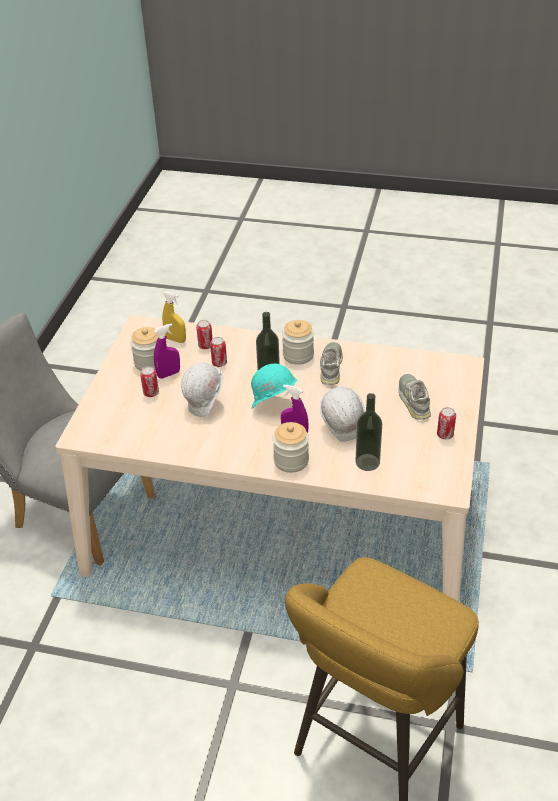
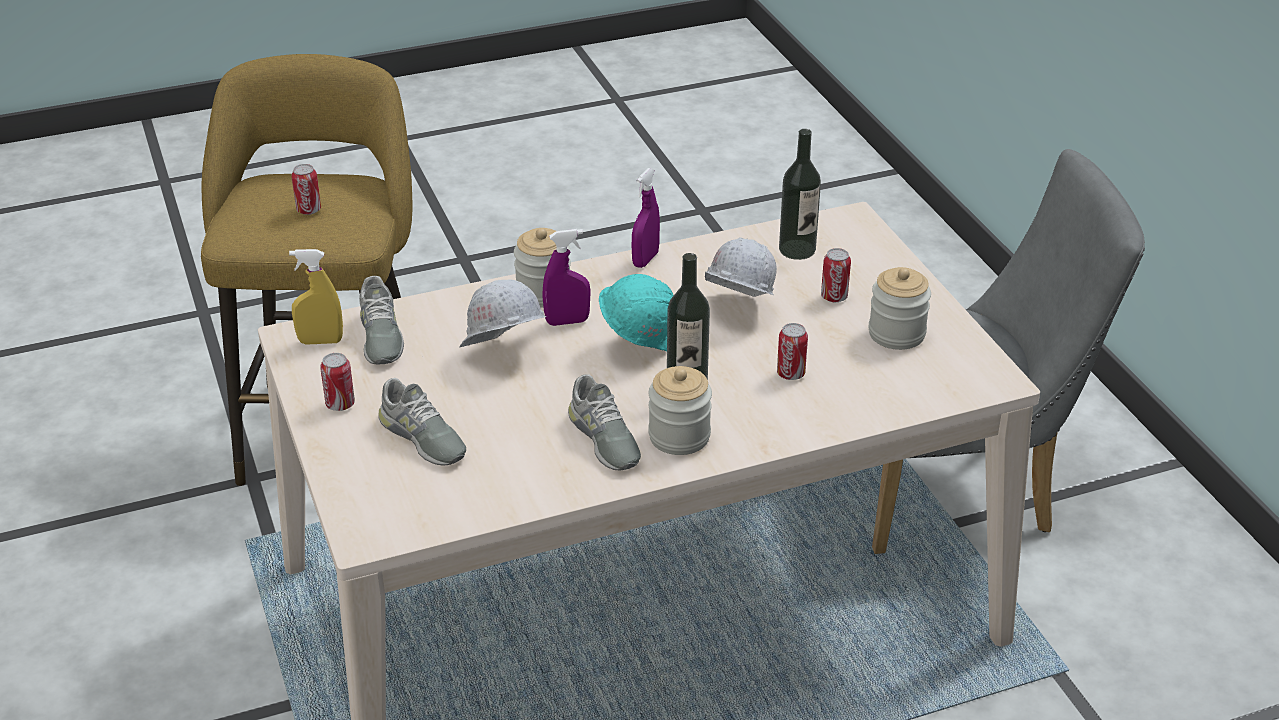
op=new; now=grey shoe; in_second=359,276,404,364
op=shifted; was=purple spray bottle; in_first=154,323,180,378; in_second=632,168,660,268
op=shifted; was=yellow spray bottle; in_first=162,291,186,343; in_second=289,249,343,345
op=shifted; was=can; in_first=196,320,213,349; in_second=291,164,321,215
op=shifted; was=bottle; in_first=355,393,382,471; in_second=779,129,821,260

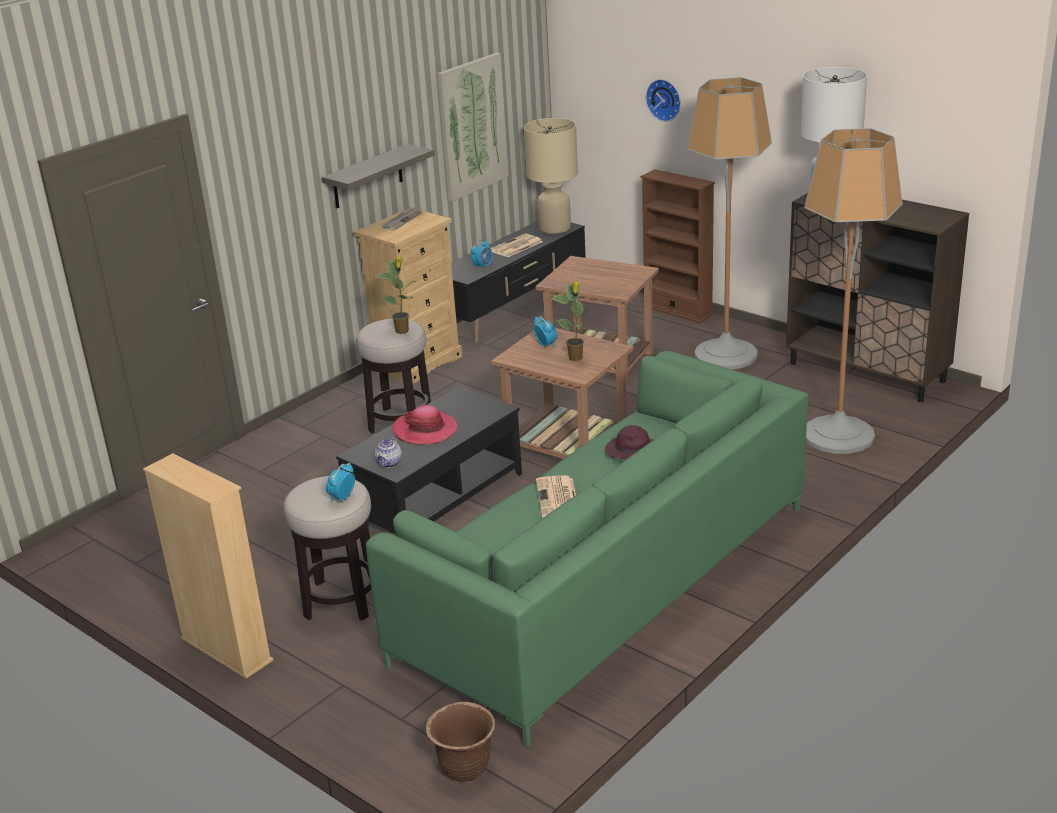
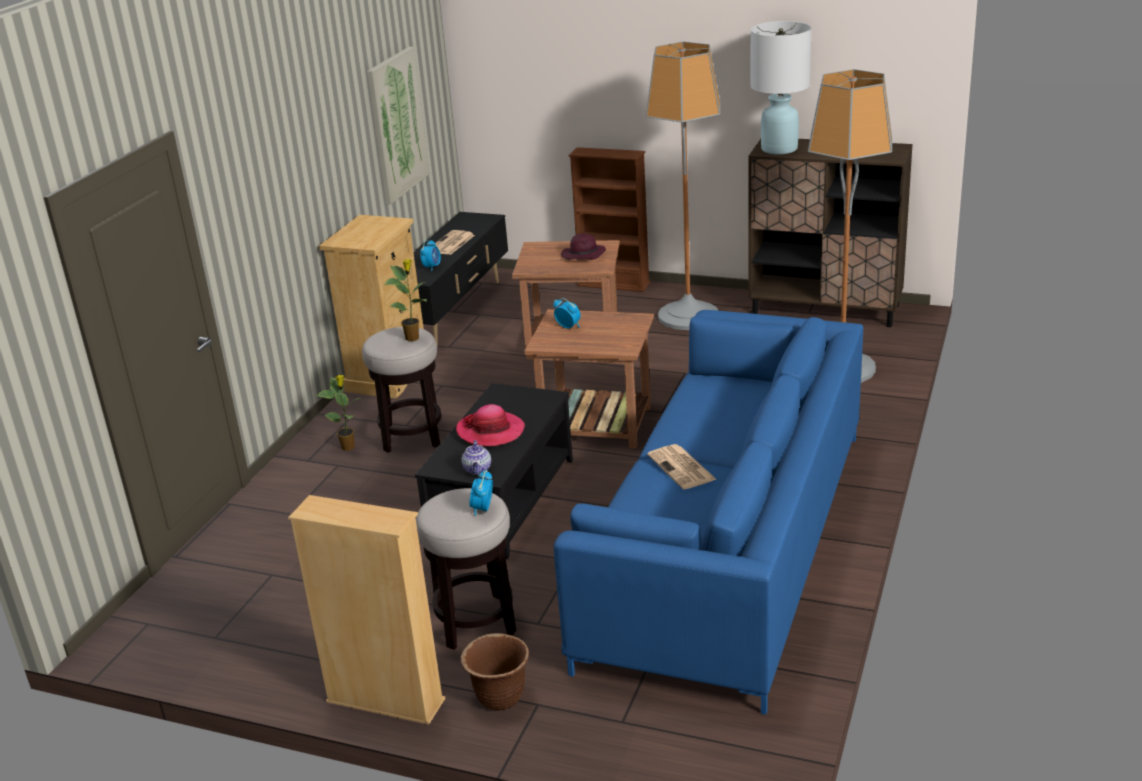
op=gone; was=shelf; in_first=322,144,435,208
op=gone; was=newspaper; in_first=380,206,422,231
op=gone; was=beige table lamp; in_first=524,118,578,234
op=gone; was=wall clock; in_first=646,79,681,122
op=shifted; was=brown planter; in_first=426,702,495,782; in_second=461,633,529,711
op=shifted; was=potted plant; in_first=551,281,595,361; in_second=316,375,363,451
op=shifted; was=purple hat; in_first=605,425,653,460; in_second=561,233,606,260
op=repainted; was=green sofa; now=blue sofa; in_first=366,351,808,747; in_second=554,310,863,715

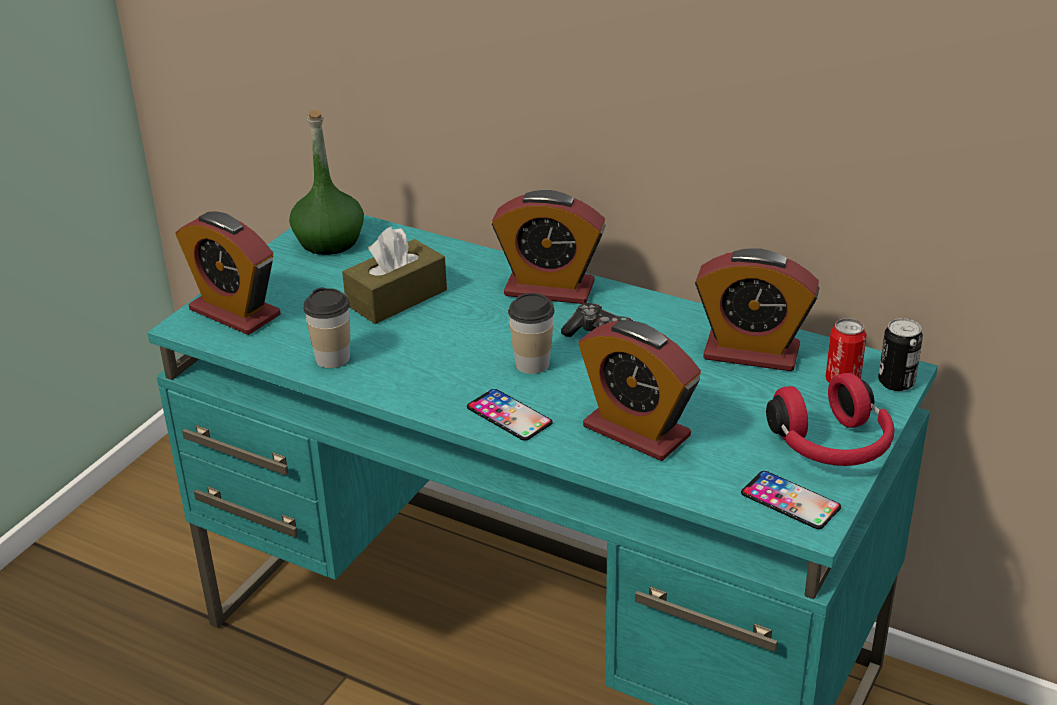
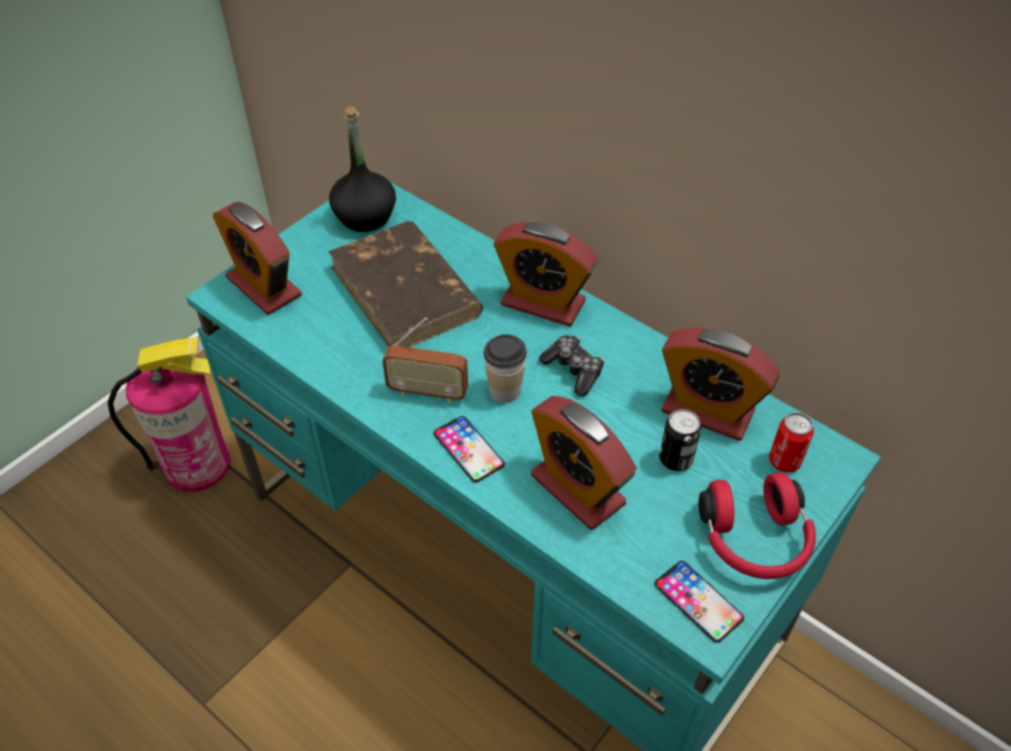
op=gone; was=cup; in_first=303,287,350,368
op=new; now=fire extinguisher; in_second=107,337,230,492
op=new; now=radio; in_second=382,317,468,403
op=shifted; was=can; in_first=878,318,923,391; in_second=659,409,701,471
op=swapped; was=brown tissue box; now=brown book; in_first=342,227,447,324; in_second=328,221,483,347
op=repainted; was=green bottle; now=black bottle; in_first=289,110,364,255; in_second=329,106,396,232

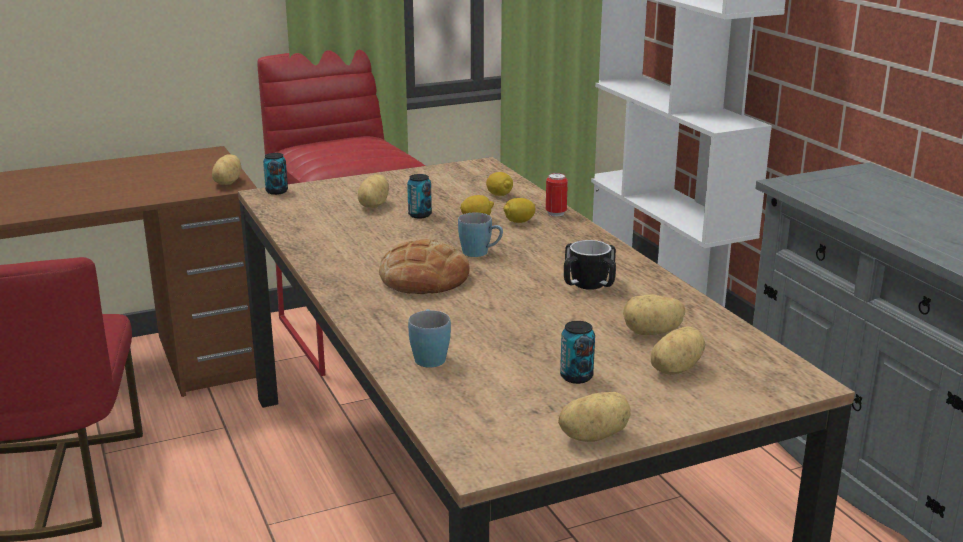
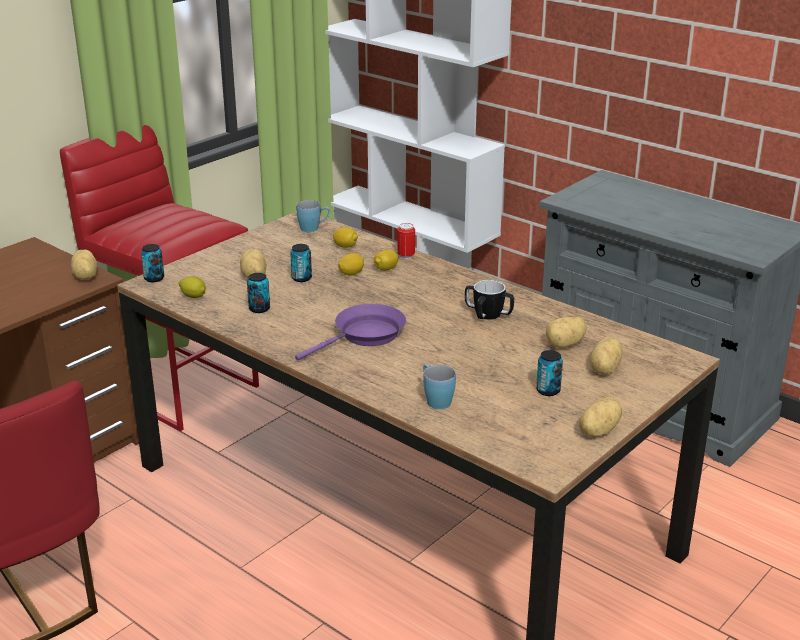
op=new; now=lemon; in_second=179,276,206,298
op=new; now=can; in_second=247,273,270,313
op=shifted; was=blue mug; in_first=458,212,503,257; in_second=296,200,330,232
op=swapped; was=bread; now=purple frying pan; in_first=379,239,470,294; in_second=295,304,406,360

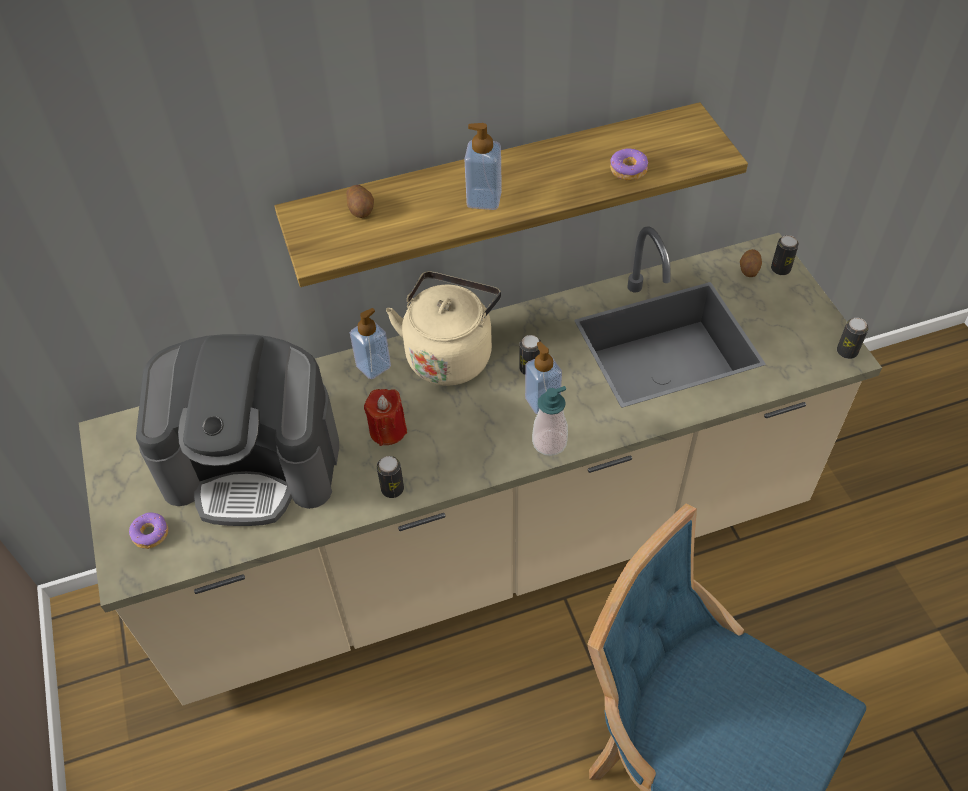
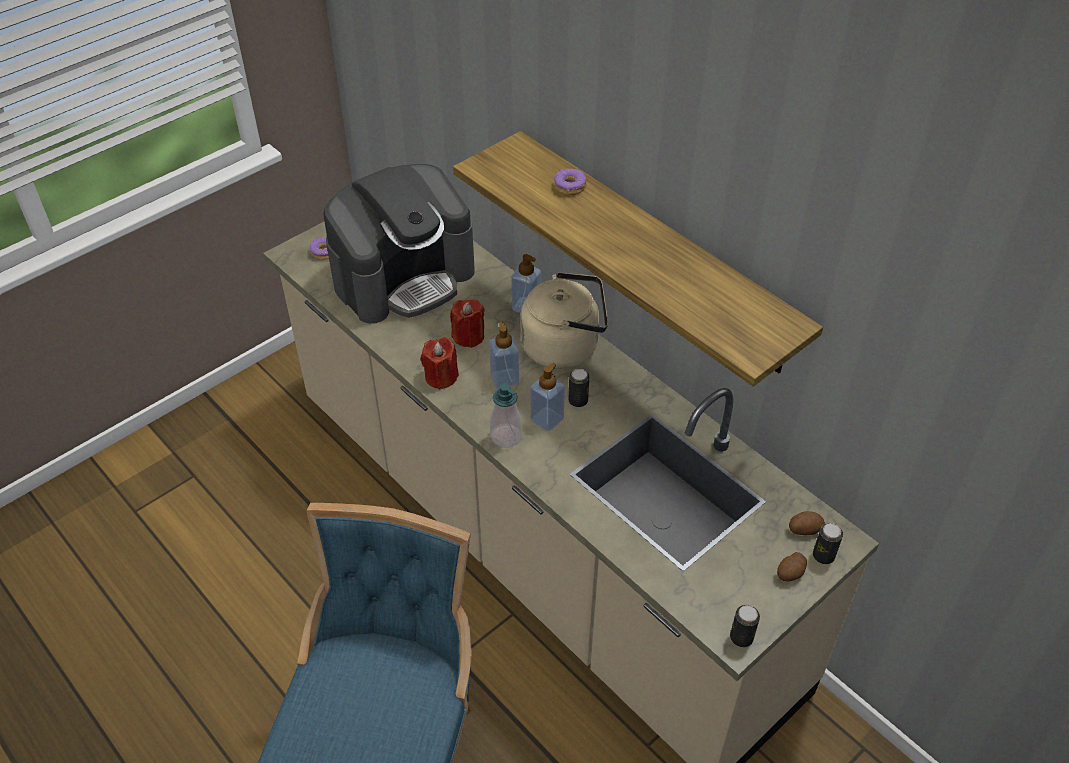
op=gone; was=can; in_first=377,456,404,498
op=new; now=red candle; in_second=421,337,459,390
op=shifted; was=potato; in_first=346,185,374,218; in_second=777,552,807,582
op=shifted; was=soap dispenser; in_first=464,123,502,210; in_second=489,321,519,389
op=shifted; was=donut; in_first=610,148,648,181; in_second=554,169,586,195
op=rotated; was=coffee machine; in_first=136,334,339,526; in_second=324,164,475,324; clockwise=-105

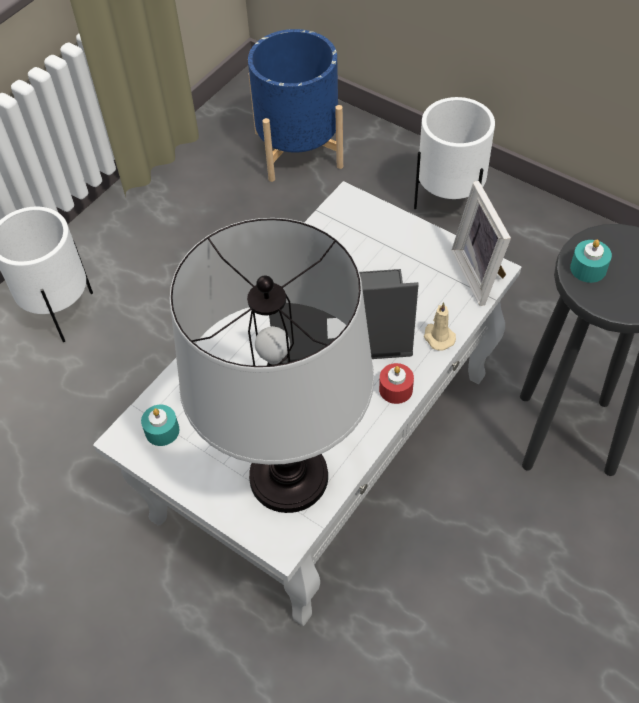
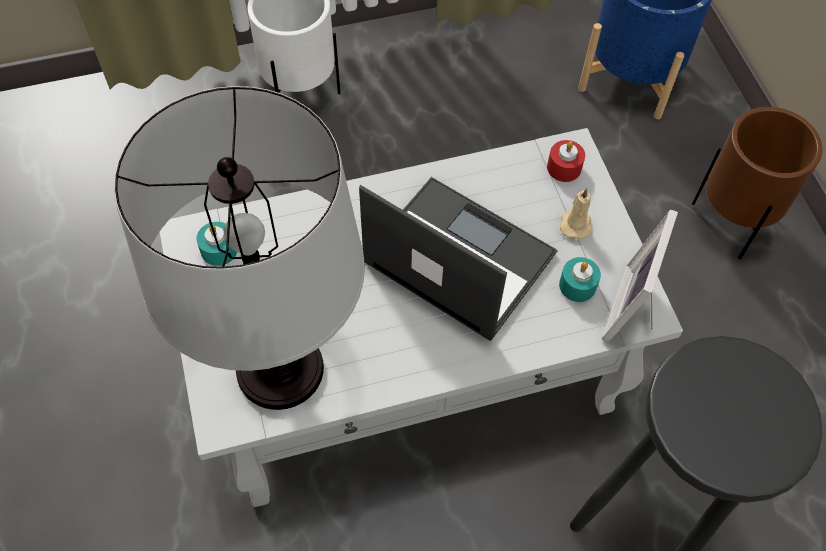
op=shifted; was=red candle; in_first=379,363,414,404; in_second=547,140,585,182
op=shifted; was=beige candle; in_first=424,302,456,351; in_second=560,188,592,239
op=shifted; was=turquoise candle; in_first=570,240,612,283; in_second=559,257,601,302
op=repainted; was=white planter; now=brown planter; in_first=414,97,495,209; in_second=692,107,822,259

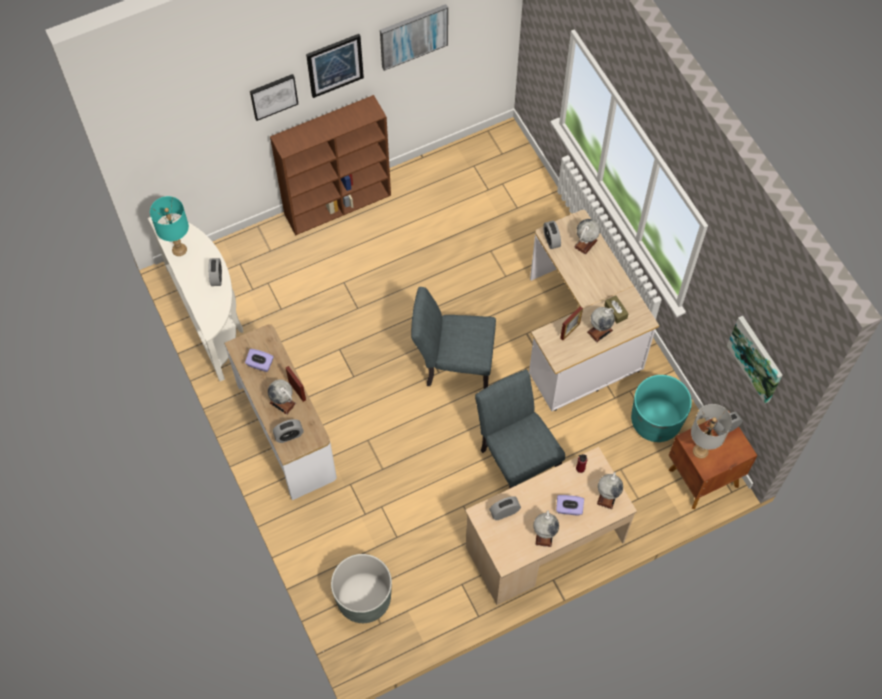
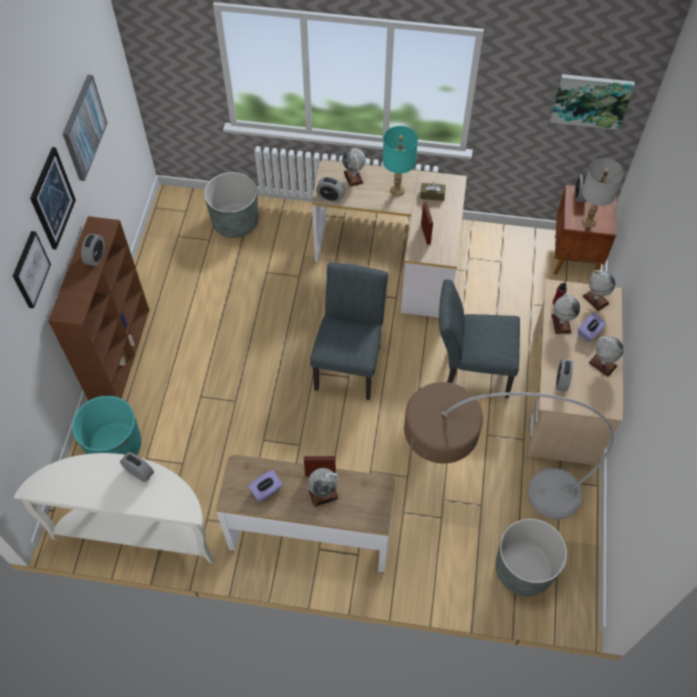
op=new; now=grey planter; in_second=204,172,258,238
op=new; now=floor lamp; in_second=404,382,613,519
op=shifted; was=turquoise table lamp; in_first=150,196,189,256; in_second=383,126,418,197
op=shifted; was=alarm clock; in_first=273,419,304,443; in_second=81,234,105,266
op=shifted; was=globe; in_first=587,307,615,342; in_second=552,293,580,334
op=shifted; was=turquoise planter; in_first=631,375,692,442; in_second=72,396,141,455
op=rotated; was=grey chair; in_first=411,287,496,389; in_second=310,262,388,400; clockwise=150

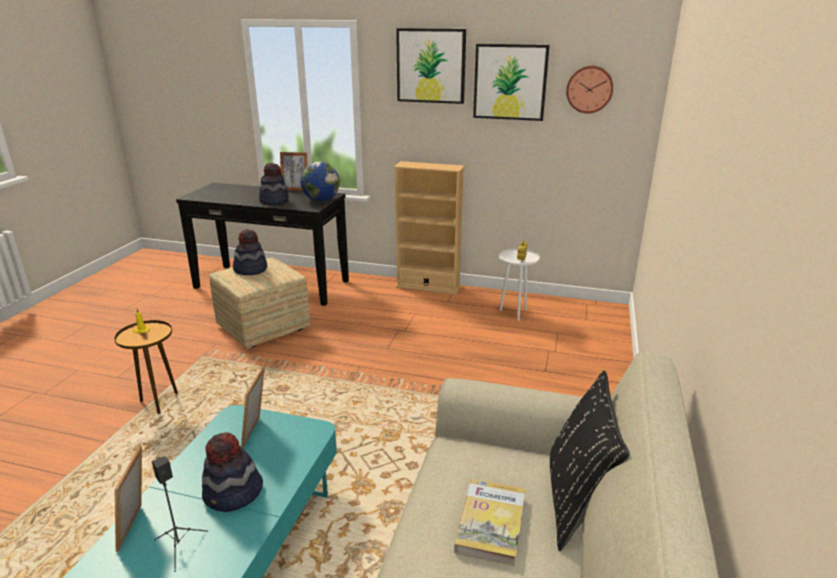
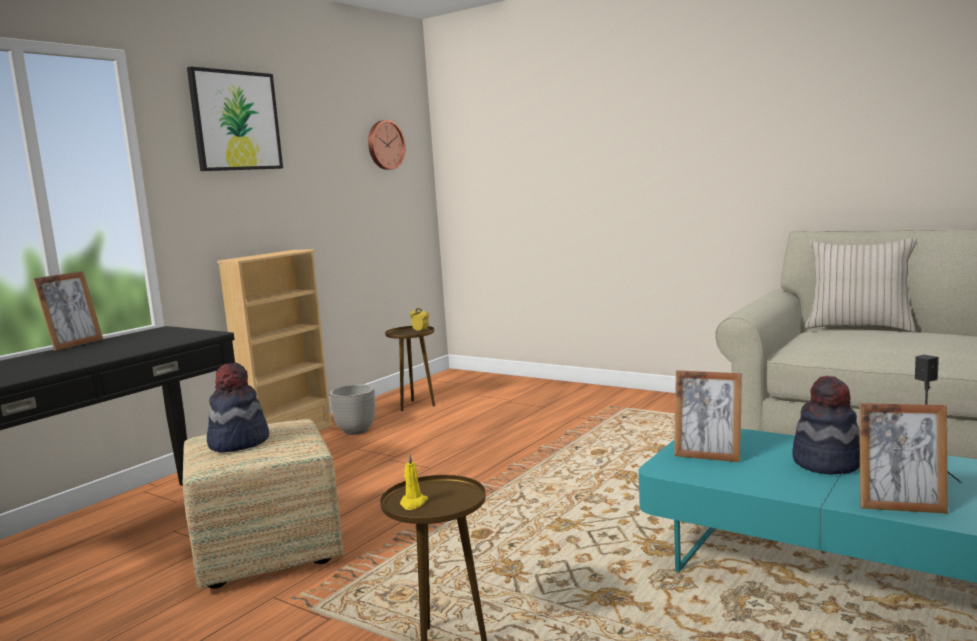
op=gone; was=hat; in_first=259,162,289,205
op=gone; was=globe; in_first=300,162,340,202
op=gone; was=book; in_first=454,479,525,566
op=gone; was=picture; in_first=473,44,550,121
op=new; now=planter; in_second=330,384,375,435
op=repainted; was=white side table; now=brown side table; in_first=499,248,540,321; in_second=385,326,435,411
op=repainted; was=black pillow; now=beige pillow; in_first=550,371,630,551; in_second=805,238,917,332

